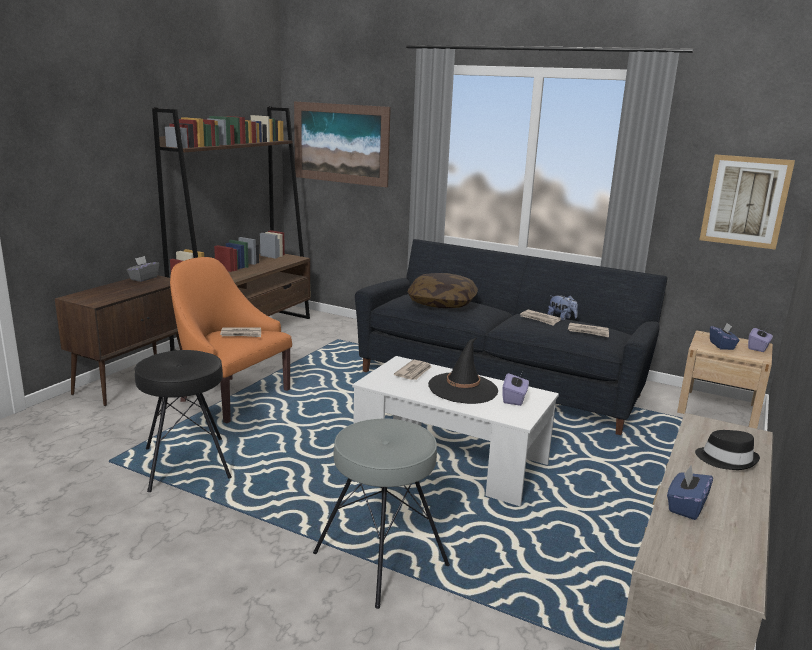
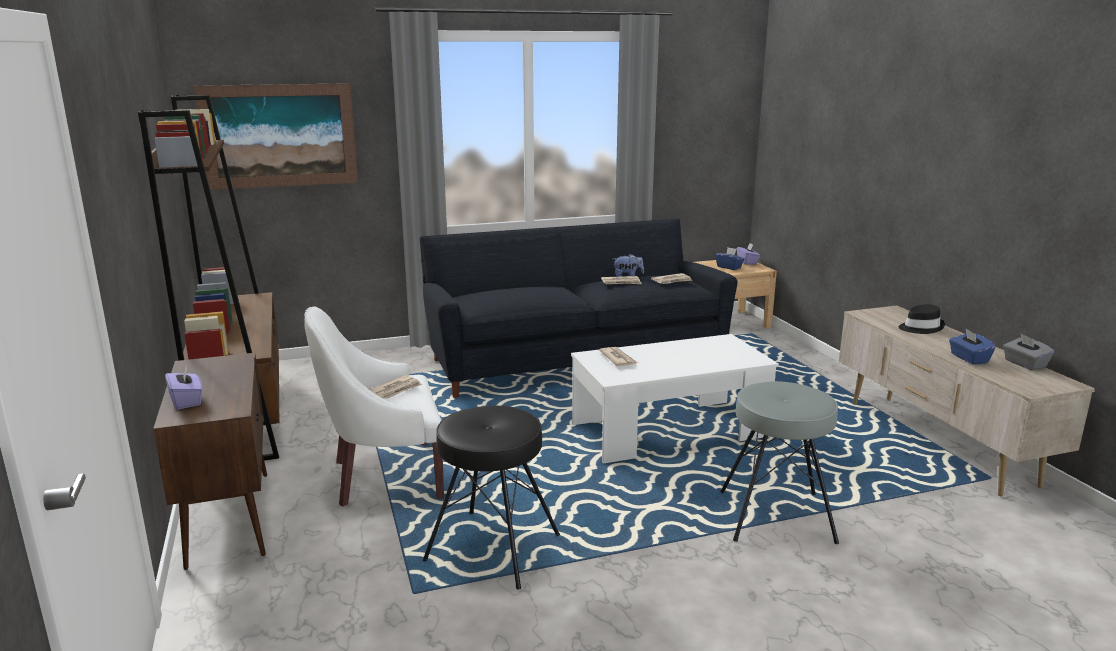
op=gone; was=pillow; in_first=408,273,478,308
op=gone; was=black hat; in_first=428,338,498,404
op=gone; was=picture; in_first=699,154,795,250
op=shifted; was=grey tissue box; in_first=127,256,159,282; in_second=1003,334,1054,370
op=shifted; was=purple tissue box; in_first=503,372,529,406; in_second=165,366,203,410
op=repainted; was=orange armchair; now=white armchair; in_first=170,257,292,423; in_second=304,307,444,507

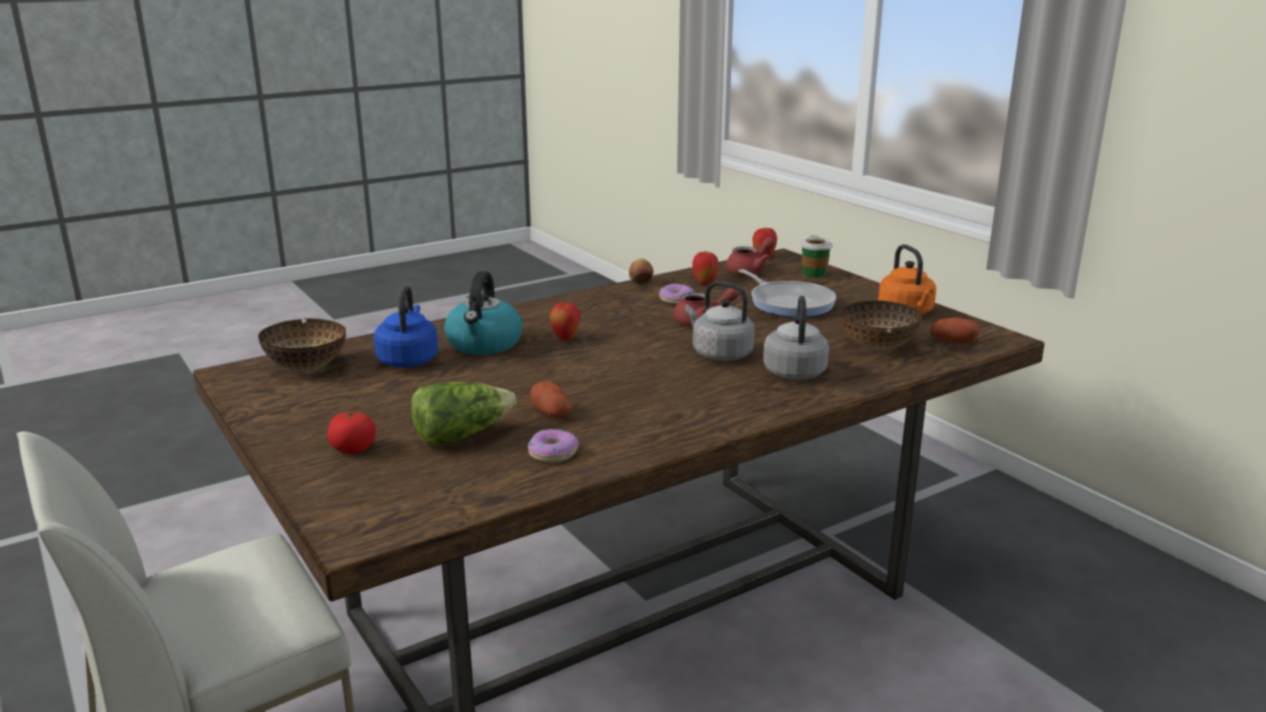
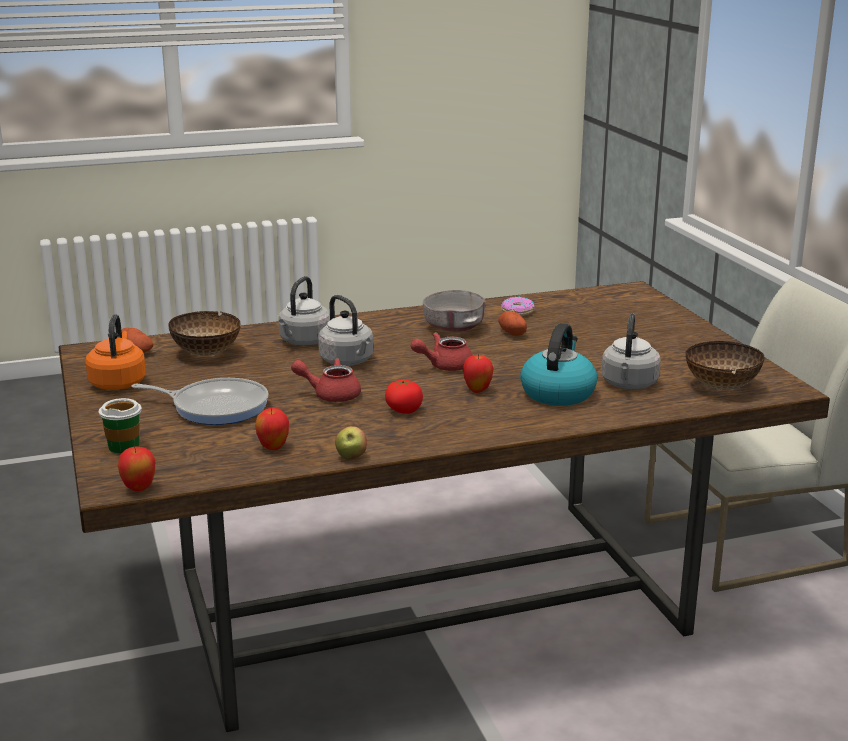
op=gone; was=lettuce; in_first=411,382,516,446
op=gone; was=donut; in_first=659,283,694,304
op=new; now=grey bowl; in_second=423,290,486,332
op=shifted; was=tomato; in_first=327,411,376,454; in_second=385,379,423,414
op=shifted; was=red teapot; in_first=726,237,775,276; in_second=411,332,472,371
op=repainted; was=blue kettle; now=grey kettle; in_first=374,286,438,368; in_second=601,313,661,389
op=rotated; was=frying pan; in_first=738,269,836,317; in_second=131,378,268,425; clockwise=120

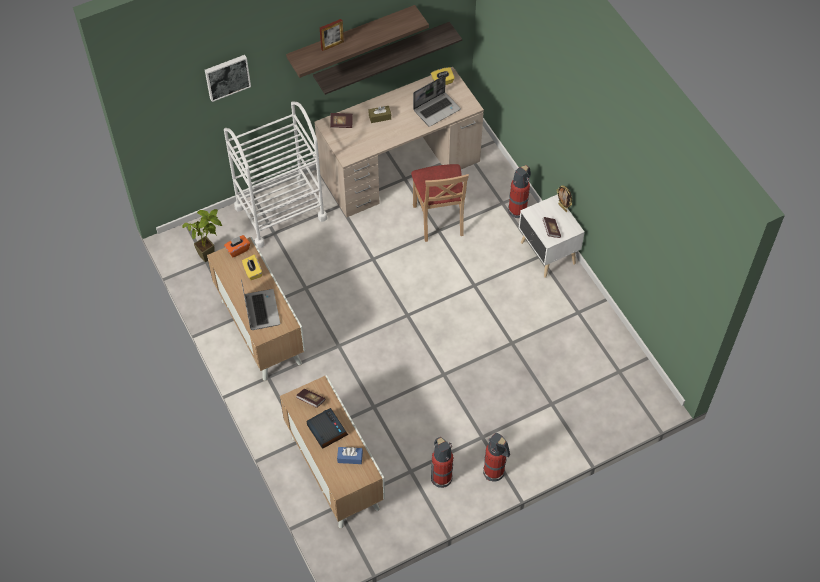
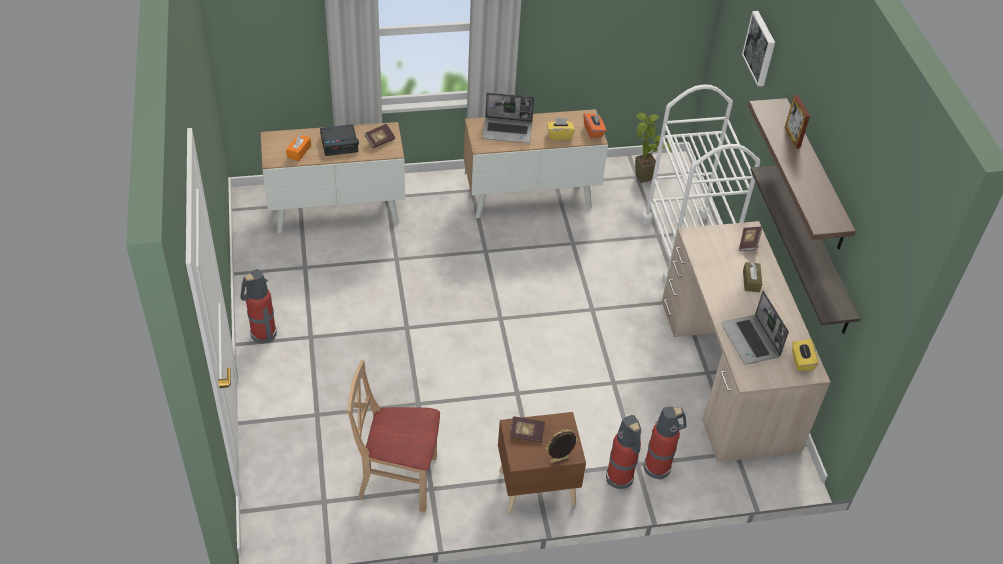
op=shifted; was=beige chair; in_first=411,164,469,242; in_second=347,360,440,512
op=shifted; was=fire extinguisher; in_first=431,437,454,488; in_second=644,406,687,480
op=repainted; was=blue tissue box; now=orange tissue box; in_first=337,447,363,464; in_second=286,133,311,161
op=repainted; was=white nightstand; now=brown nightstand; in_first=519,195,585,278; in_second=498,412,586,514

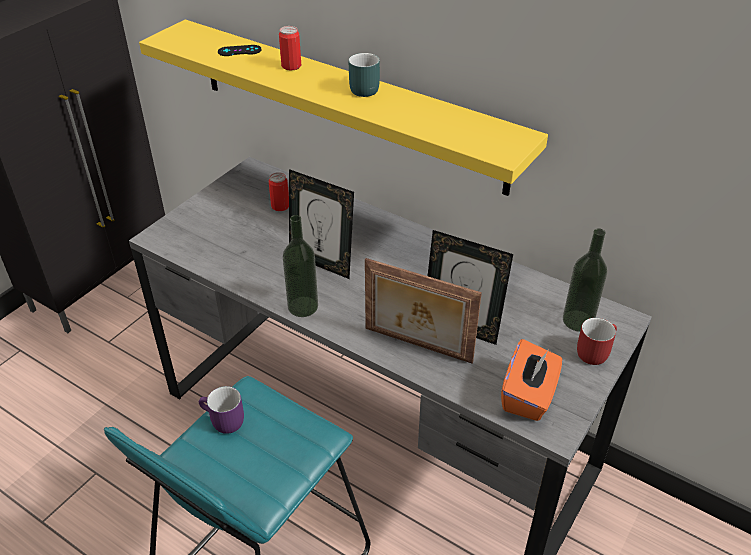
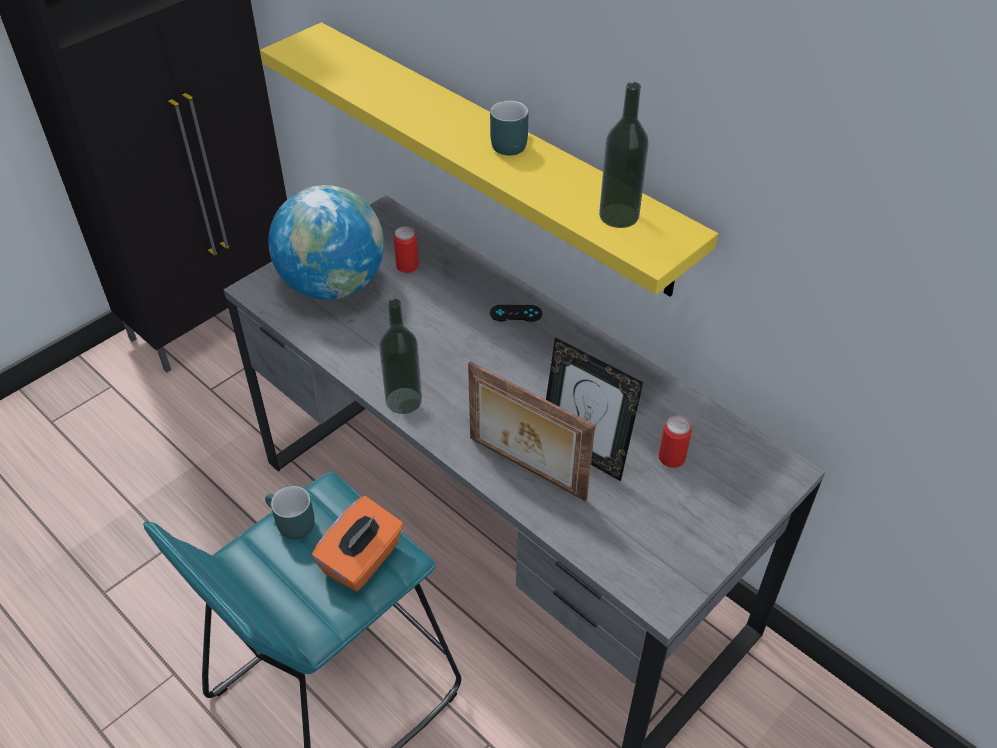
op=gone; was=picture frame; in_first=289,169,354,279
op=gone; was=red mug; in_first=577,318,617,365
op=new; now=globe; in_second=268,185,384,300
op=shifted; was=black game controller; in_first=218,45,262,56; in_second=490,305,542,322
op=shifted; was=can; in_first=279,26,301,70; in_second=659,416,692,468
op=shifted; was=orange tissue box; in_first=501,339,562,421; in_second=311,496,404,591
op=shifted; was=bottle; in_first=563,228,607,332; in_second=599,82,649,228
op=repainted; was=purple mug; now=turquoise mug; in_first=199,386,244,434; in_second=265,486,315,540

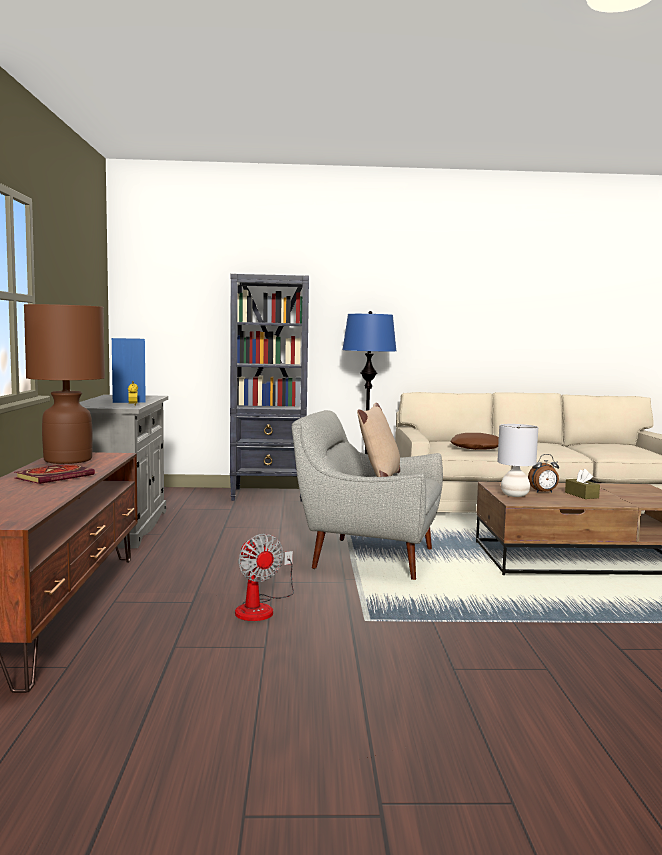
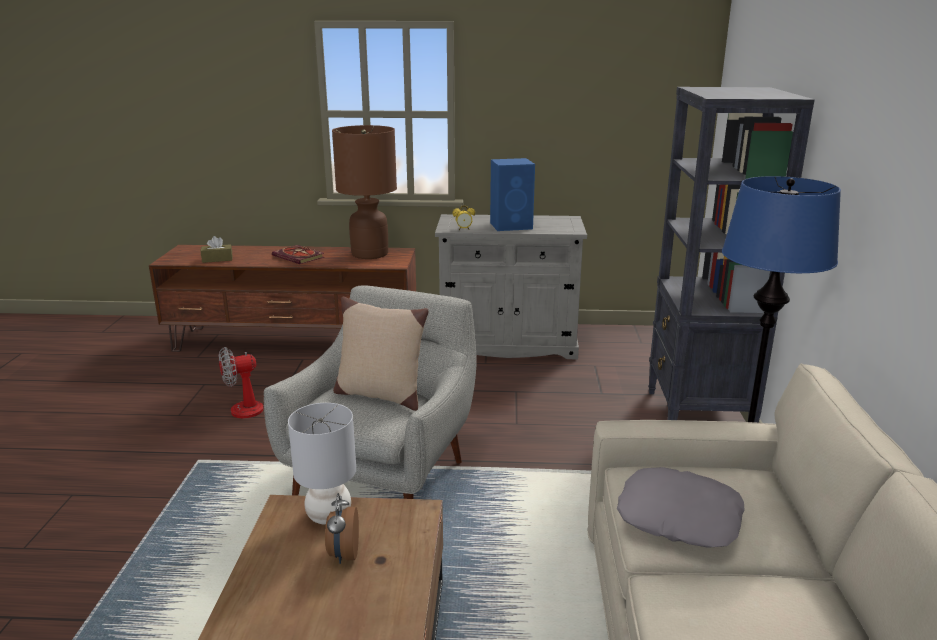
op=shifted; was=brown tissue box; in_first=565,469,600,499; in_second=201,236,233,263
op=repainted; was=brown pillow; now=grey pillow; in_first=450,433,499,450; in_second=617,467,745,548

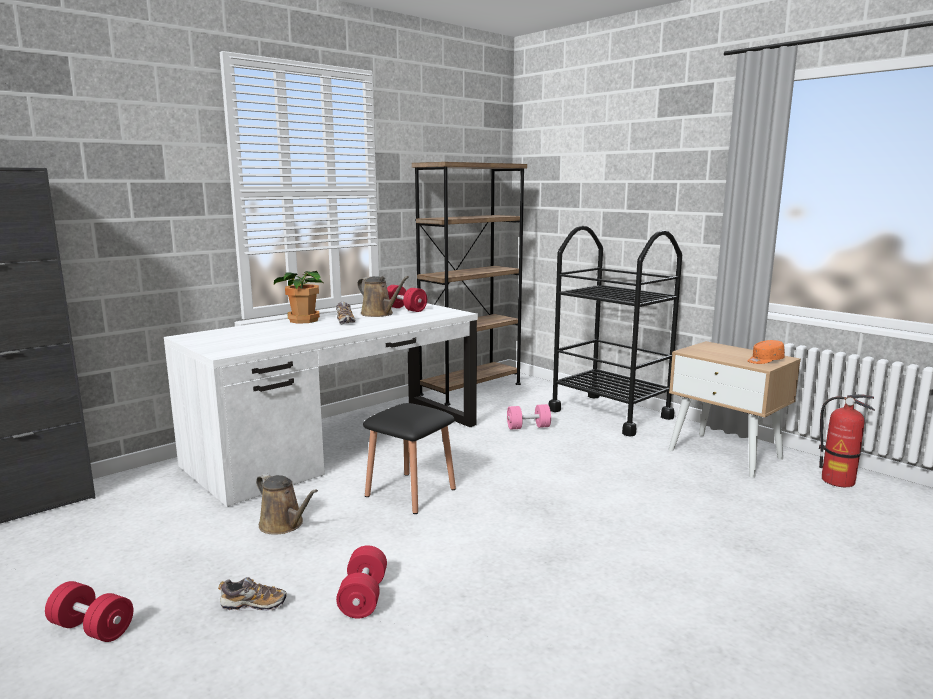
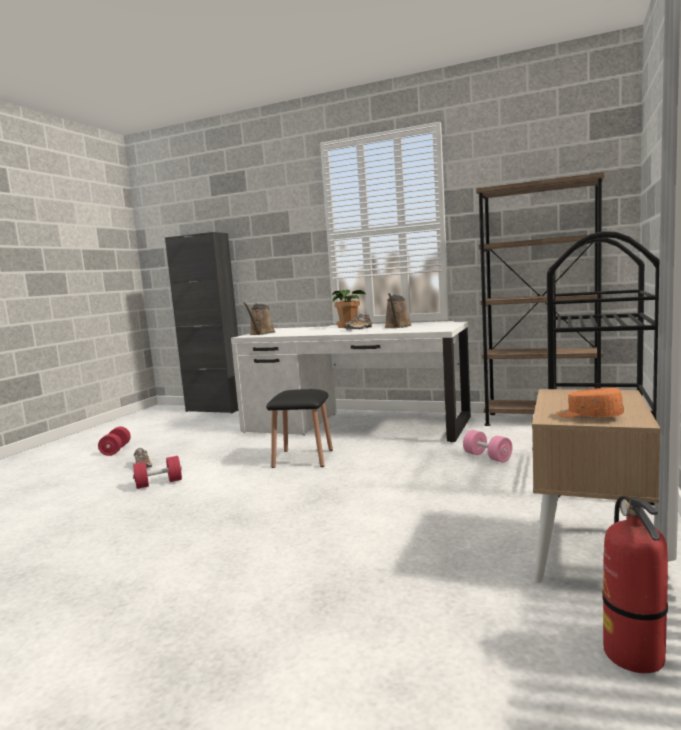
op=gone; was=red dumbbell; in_first=387,285,427,312
op=shifted; was=brown watering can; in_first=256,474,318,535; in_second=243,303,275,335

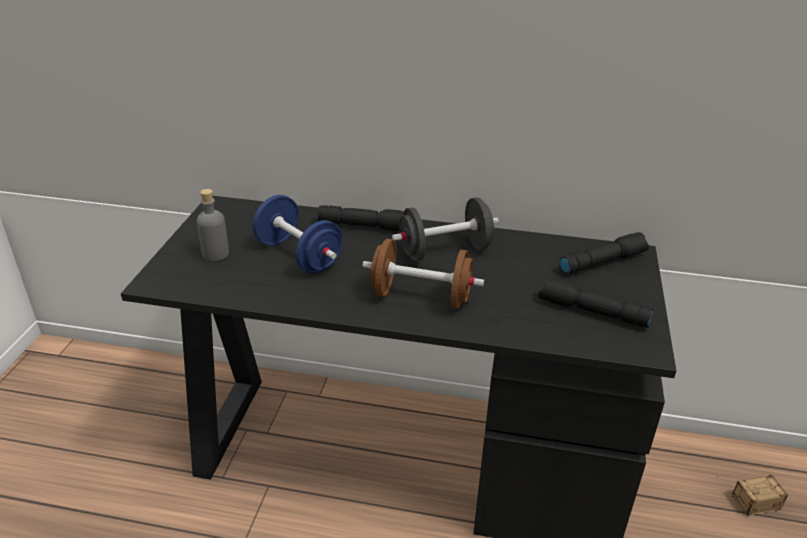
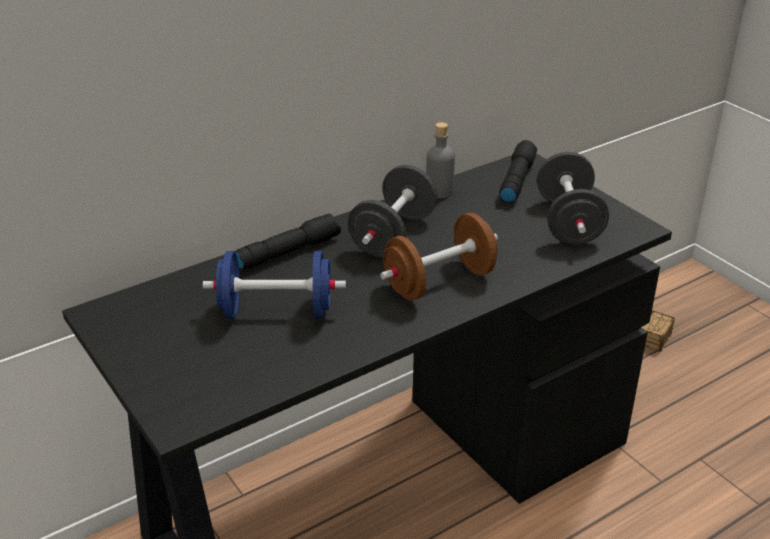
op=shifted; was=grey bottle; in_first=197,189,229,261; in_second=426,122,455,198
op=swapped; was=black flashlight; now=black dumbbell; in_first=538,277,654,328; in_second=537,152,609,244

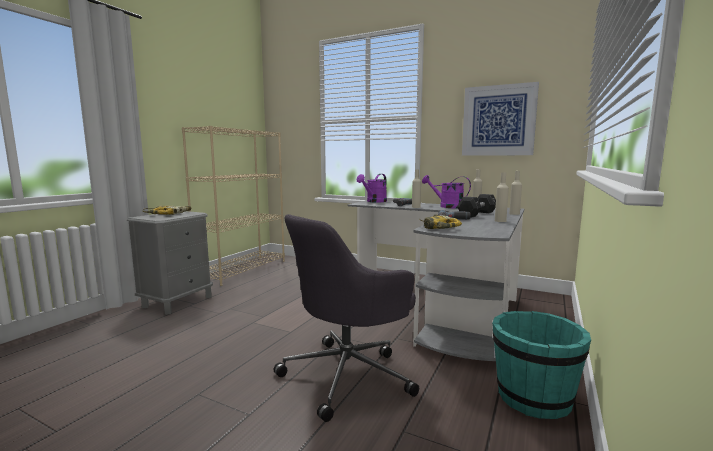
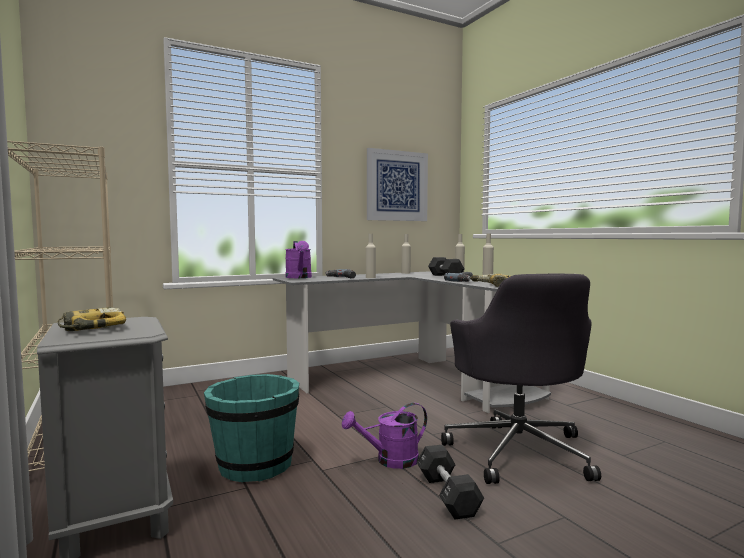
op=new; now=black dumbbell; in_second=416,445,484,520
op=shifted; was=purple watering can; in_first=422,175,471,208; in_second=342,403,427,469
op=shifted; was=turquoise bucket; in_first=492,311,591,419; in_second=204,374,299,482

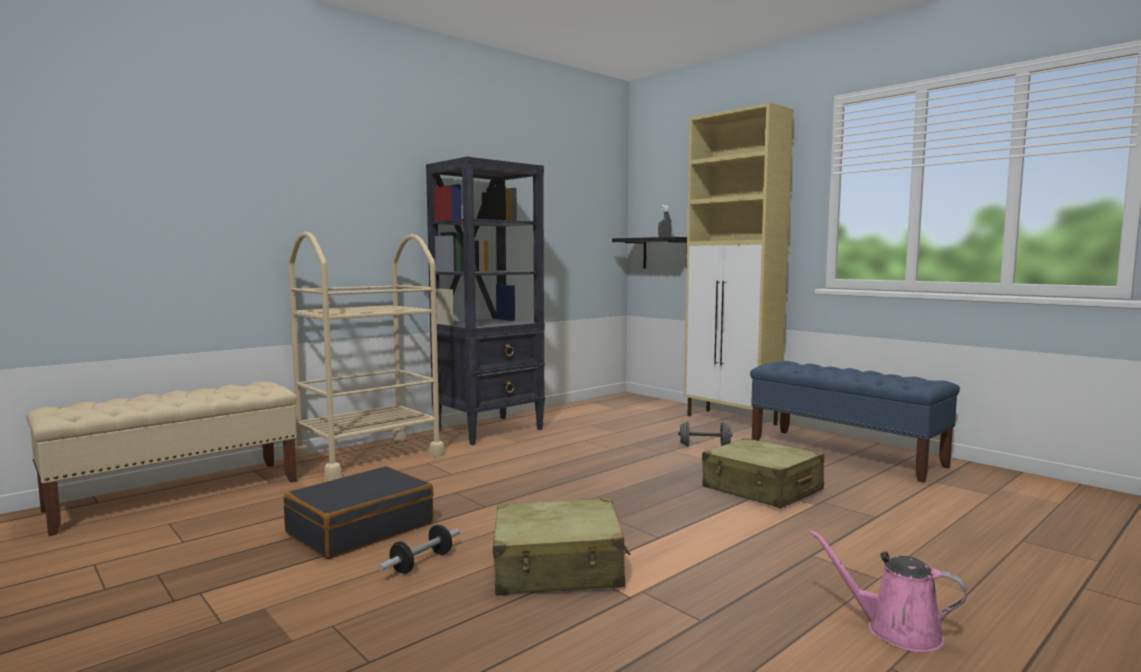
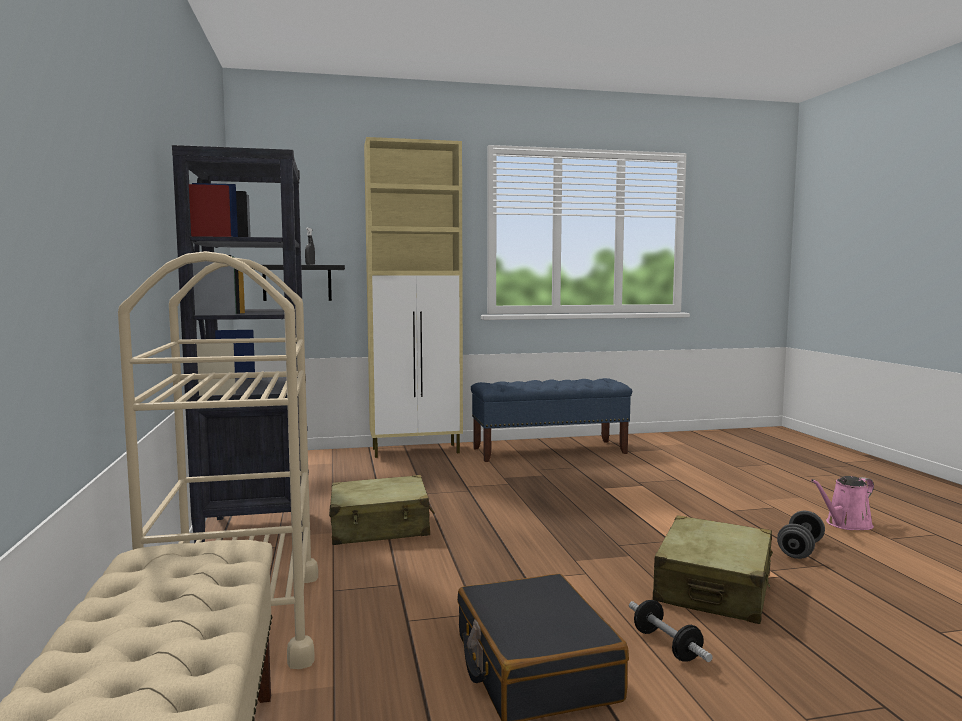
op=shifted; was=grey dumbbell; in_first=678,421,732,446; in_second=777,510,825,559
op=shifted; was=beige suitcase; in_first=702,438,824,508; in_second=329,475,435,545

